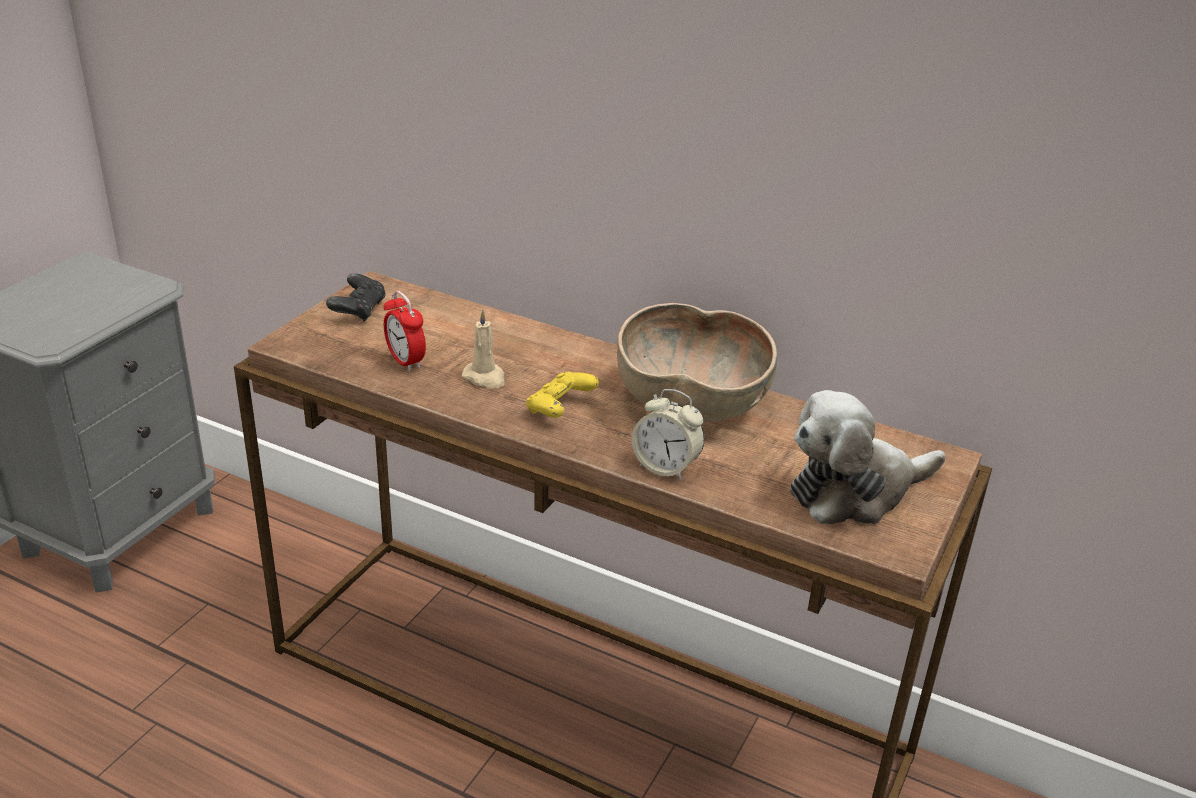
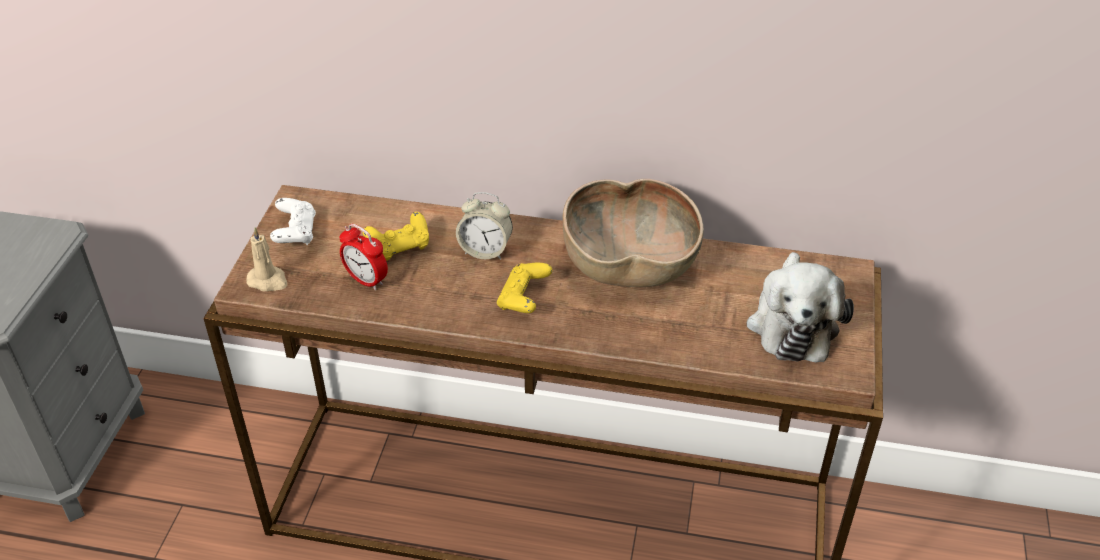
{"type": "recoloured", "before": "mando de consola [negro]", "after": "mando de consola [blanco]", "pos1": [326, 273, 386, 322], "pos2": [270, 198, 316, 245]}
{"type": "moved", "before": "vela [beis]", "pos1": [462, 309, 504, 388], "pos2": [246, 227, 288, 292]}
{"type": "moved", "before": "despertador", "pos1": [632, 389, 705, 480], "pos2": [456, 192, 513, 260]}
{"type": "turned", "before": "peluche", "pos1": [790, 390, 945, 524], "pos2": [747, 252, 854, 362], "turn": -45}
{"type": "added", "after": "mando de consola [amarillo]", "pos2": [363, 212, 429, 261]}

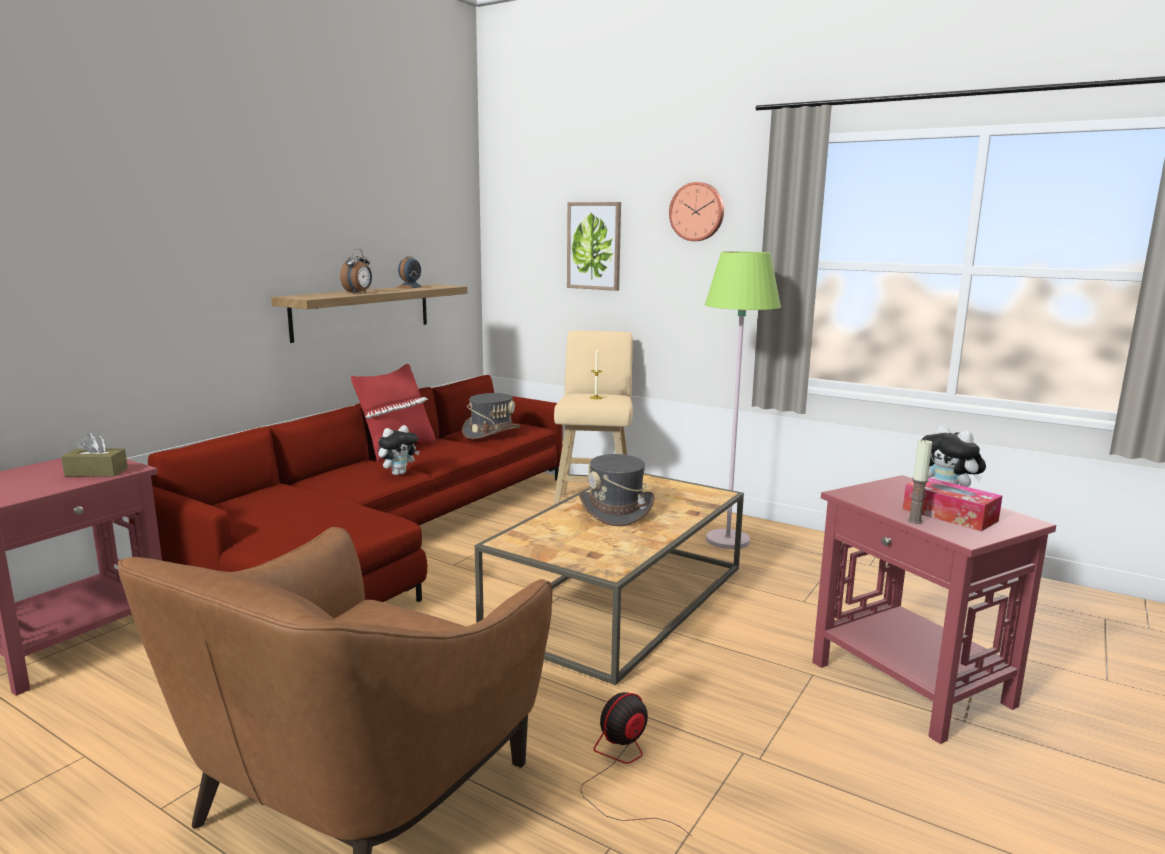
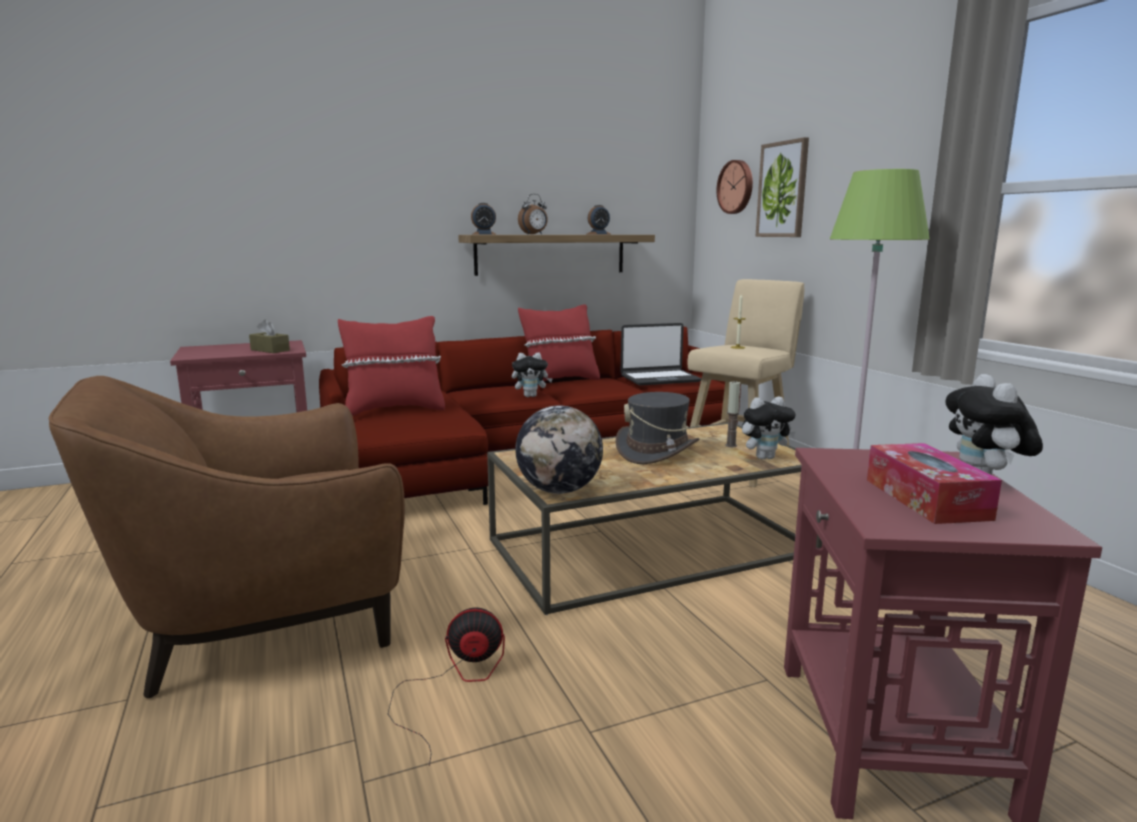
{"type": "replaced", "before": "sombrero [gris]", "after": "portátil", "pos1": [462, 393, 521, 439], "pos2": [621, 323, 702, 386]}
{"type": "moved", "before": "reloj de pared", "pos1": [669, 182, 724, 241], "pos2": [716, 160, 753, 214]}
{"type": "moved", "before": "vela", "pos1": [907, 439, 932, 524], "pos2": [726, 380, 740, 447]}
{"type": "added", "after": "cojín [rojo]", "pos2": [338, 316, 445, 416]}
{"type": "added", "after": "despertador", "pos2": [471, 203, 496, 235]}
{"type": "added", "after": "globo terráqueo", "pos2": [515, 405, 603, 494]}
{"type": "added", "after": "peluche", "pos2": [742, 397, 796, 459]}

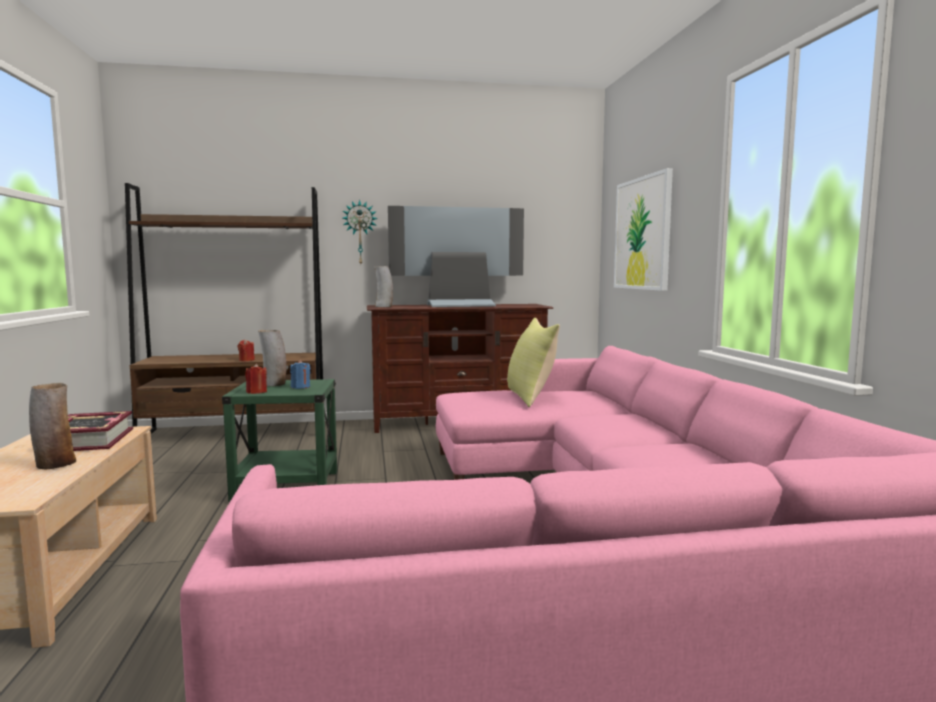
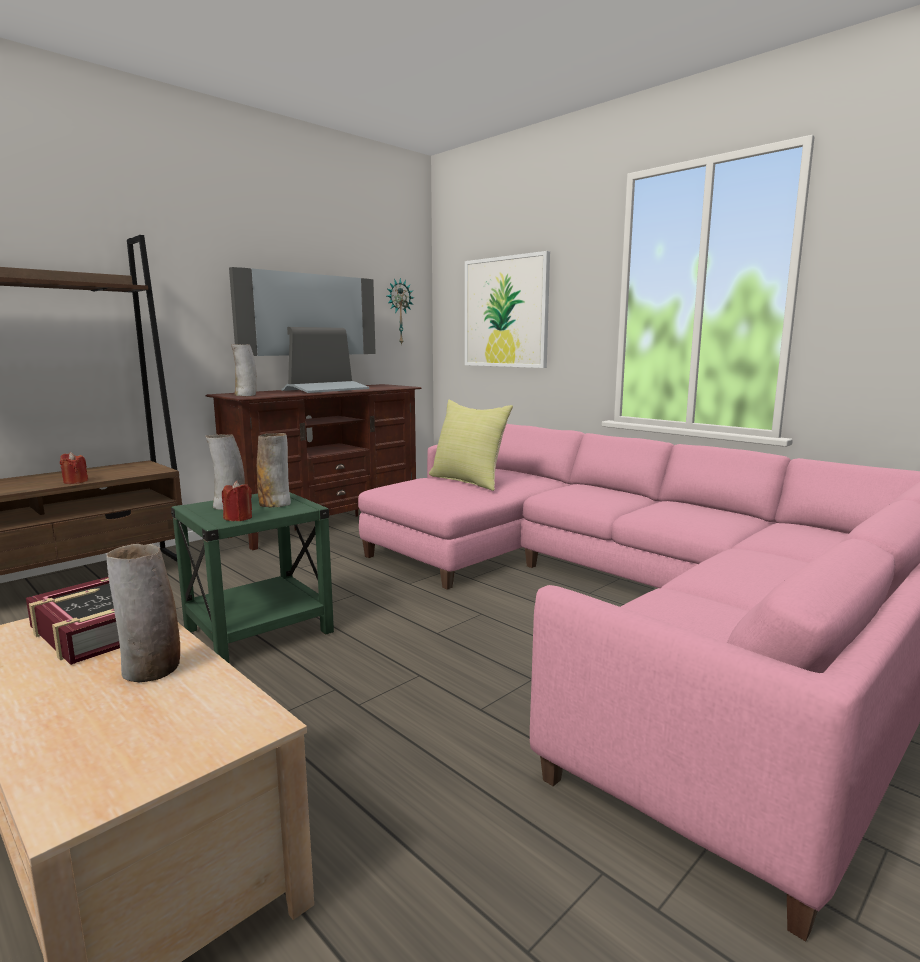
{"type": "replaced", "before": "vela [azul]", "after": "florero", "pos1": [290, 360, 311, 389], "pos2": [257, 433, 291, 507]}
{"type": "moved", "before": "reloj de pared", "pos1": [343, 200, 378, 264], "pos2": [387, 278, 414, 345]}

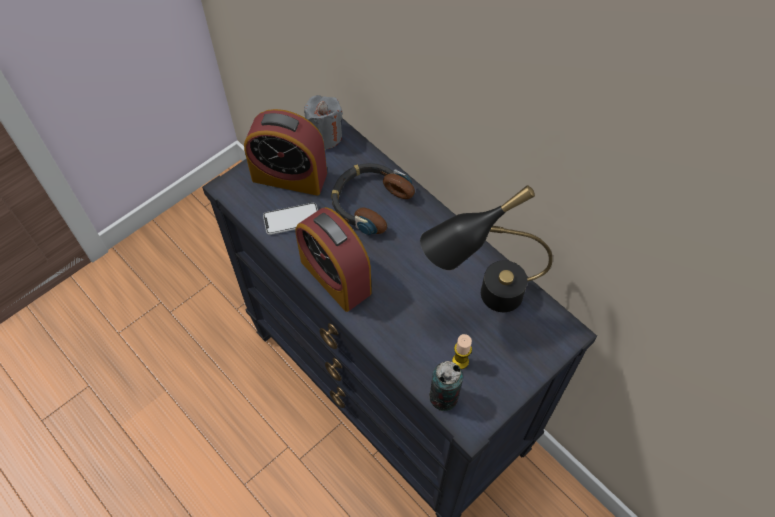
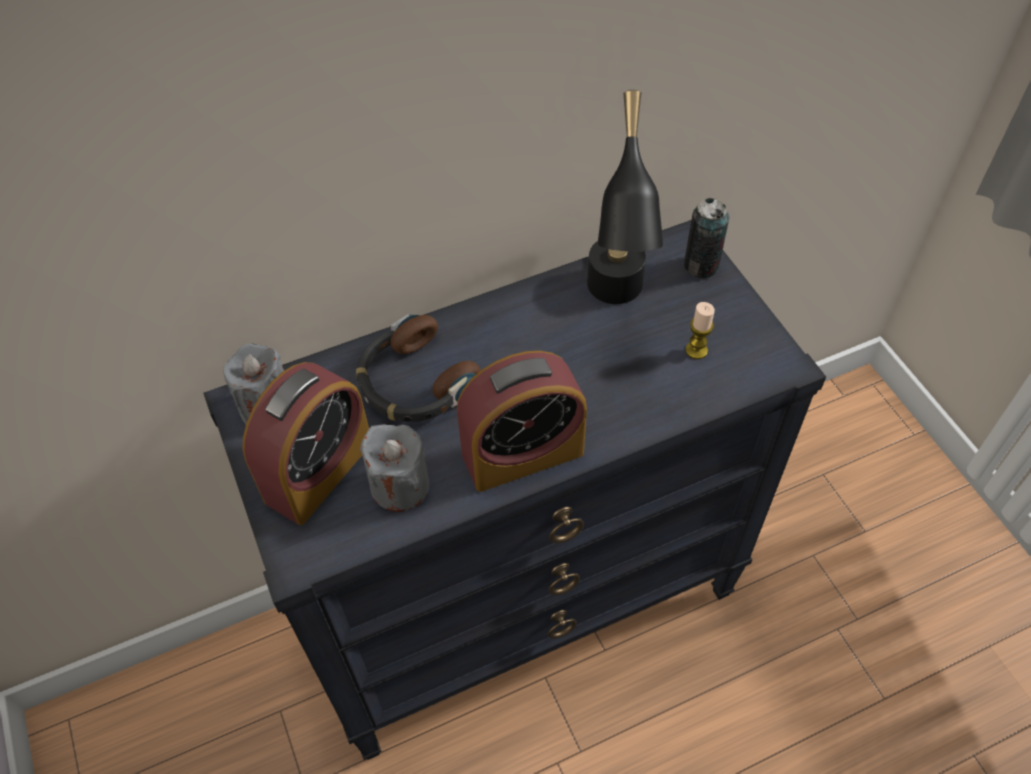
{"type": "replaced", "before": "móvil", "after": "vela [gris]", "pos1": [263, 203, 318, 235], "pos2": [360, 424, 429, 512]}
{"type": "moved", "before": "lata", "pos1": [429, 361, 463, 411], "pos2": [684, 198, 729, 278]}

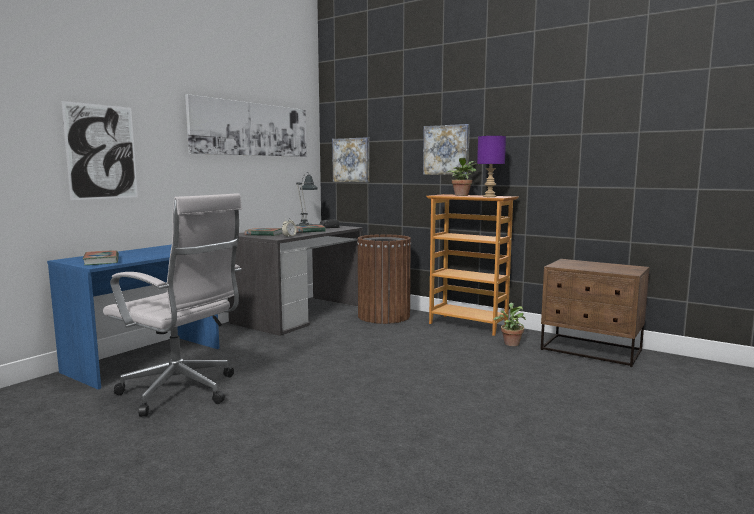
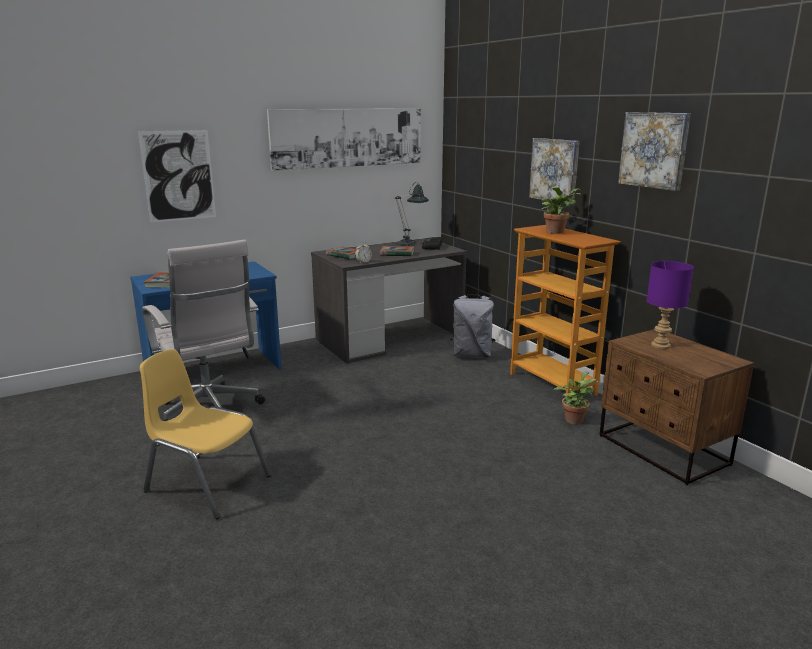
{"type": "moved", "before": "cuadro", "pos1": [332, 137, 369, 182], "pos2": [618, 112, 691, 191]}
{"type": "replaced", "before": "papelera [marrón]", "after": "mochila [gris]", "pos1": [357, 234, 411, 324], "pos2": [450, 294, 496, 358]}
{"type": "moved", "before": "lámpara de mesa [morado]", "pos1": [477, 136, 506, 197], "pos2": [646, 261, 694, 349]}
{"type": "added", "after": "silla [amarillo]", "pos2": [140, 349, 271, 519]}

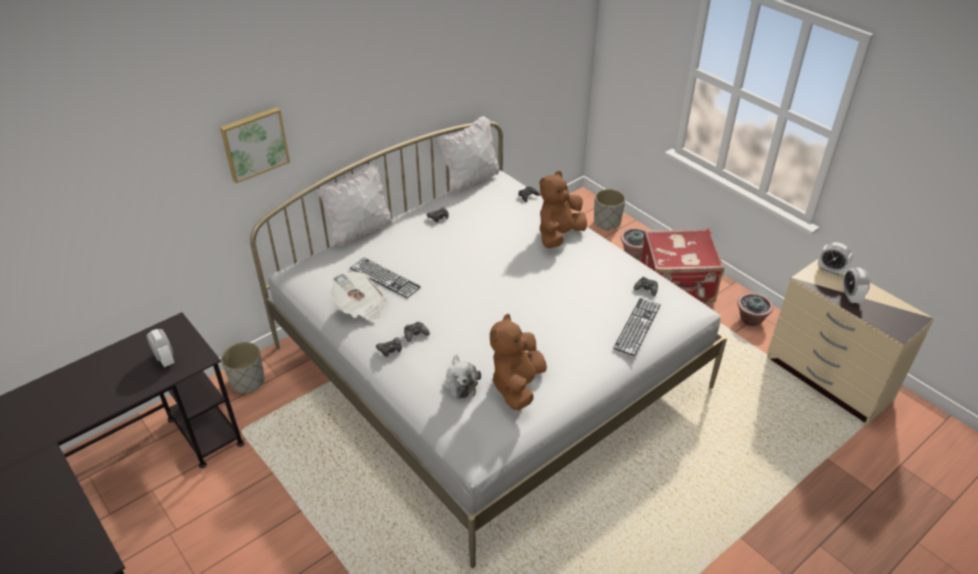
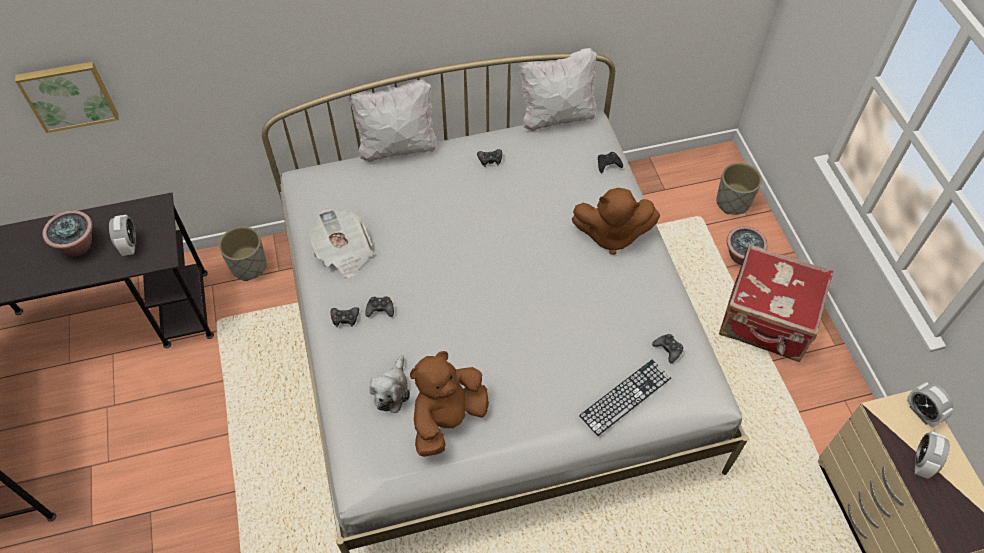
{"type": "moved", "before": "cuadro", "pos1": [220, 107, 290, 184], "pos2": [15, 62, 119, 133]}
{"type": "removed", "before": "teclado", "pos1": [350, 258, 421, 298]}
{"type": "turned", "before": "peluche [marrón]", "pos1": [540, 171, 587, 248], "pos2": [572, 188, 660, 255], "turn": -150}
{"type": "moved", "before": "planta en maceta", "pos1": [737, 293, 773, 326], "pos2": [42, 211, 93, 256]}

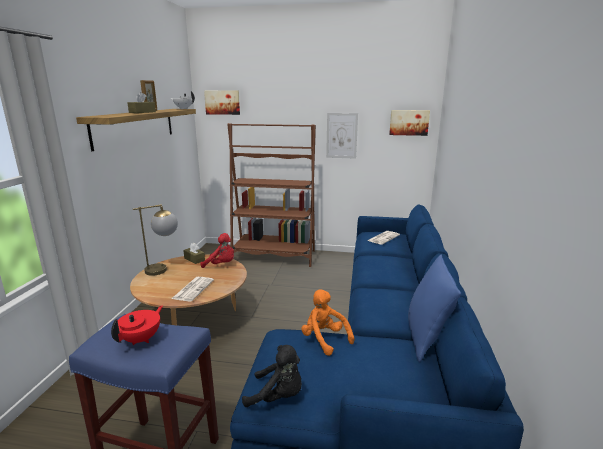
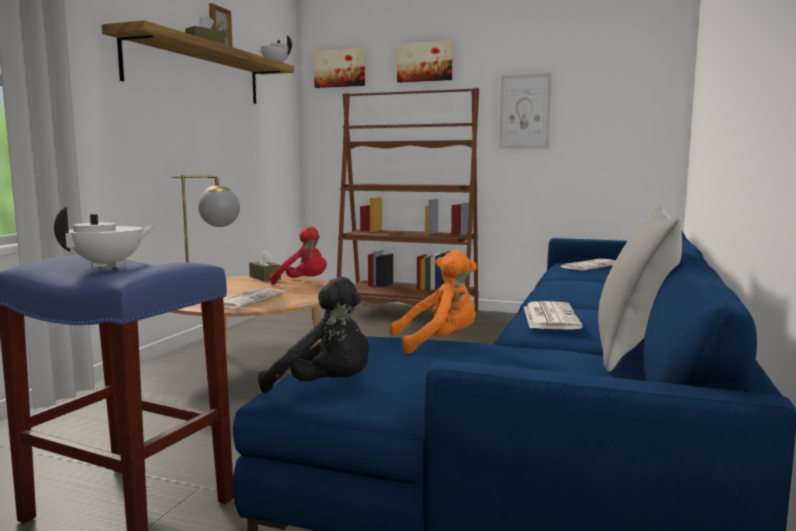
{"type": "recoloured", "before": "tetera [rojo]", "after": "tetera [blanco]", "pos1": [111, 305, 163, 345], "pos2": [54, 206, 155, 268]}
{"type": "turned", "before": "peluche [naranja]", "pos1": [301, 289, 354, 356], "pos2": [389, 250, 477, 354], "turn": 105}
{"type": "moved", "before": "cuadro", "pos1": [389, 110, 430, 136], "pos2": [397, 40, 453, 83]}
{"type": "recoloured", "before": "cojín [azul]", "after": "cojín [gris]", "pos1": [408, 254, 461, 362], "pos2": [598, 204, 682, 371]}
{"type": "added", "after": "periódico", "pos2": [524, 301, 583, 330]}

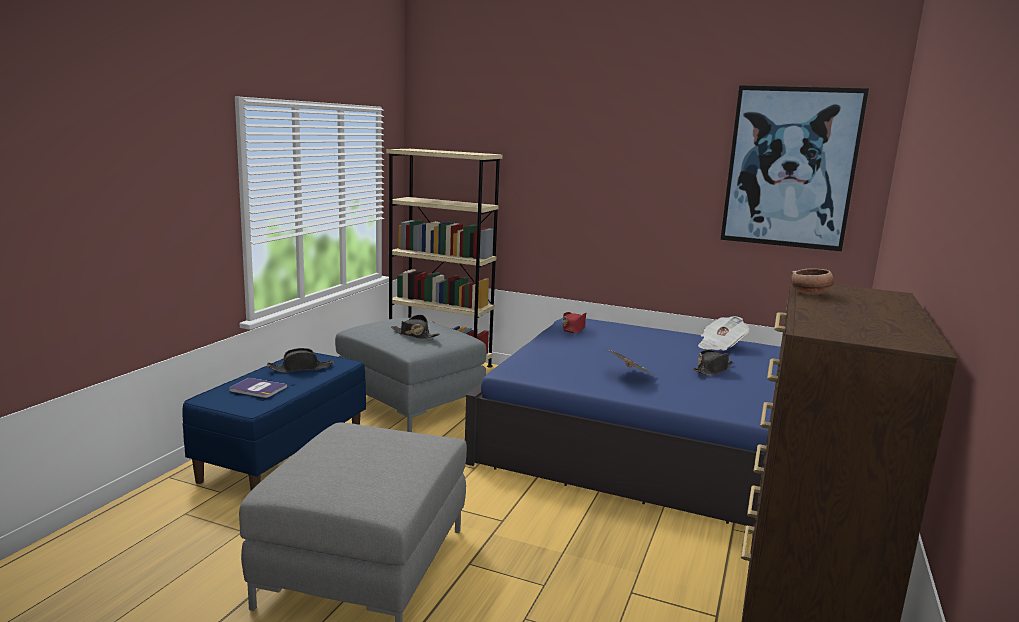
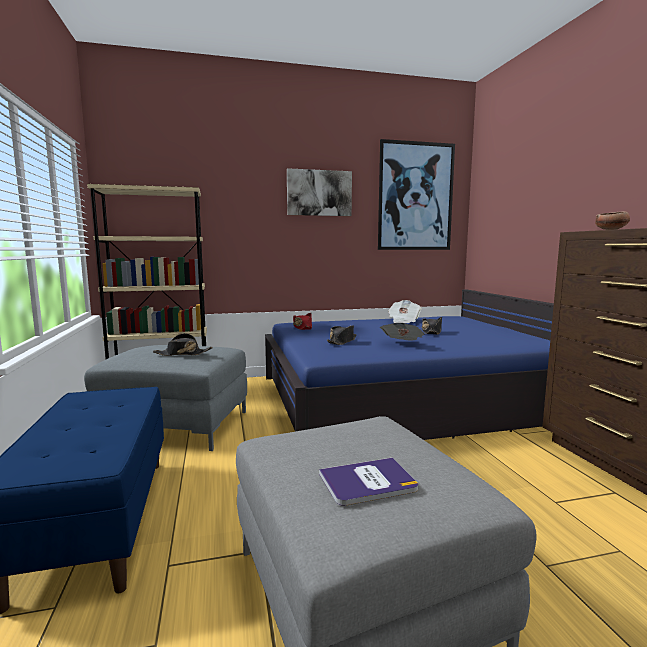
{"type": "moved", "before": "libro", "pos1": [229, 378, 287, 398], "pos2": [319, 458, 418, 506]}
{"type": "moved", "before": "sombrero [negro]", "pos1": [267, 348, 334, 372], "pos2": [327, 325, 356, 345]}
{"type": "added", "after": "cuadro", "pos2": [287, 168, 352, 216]}

